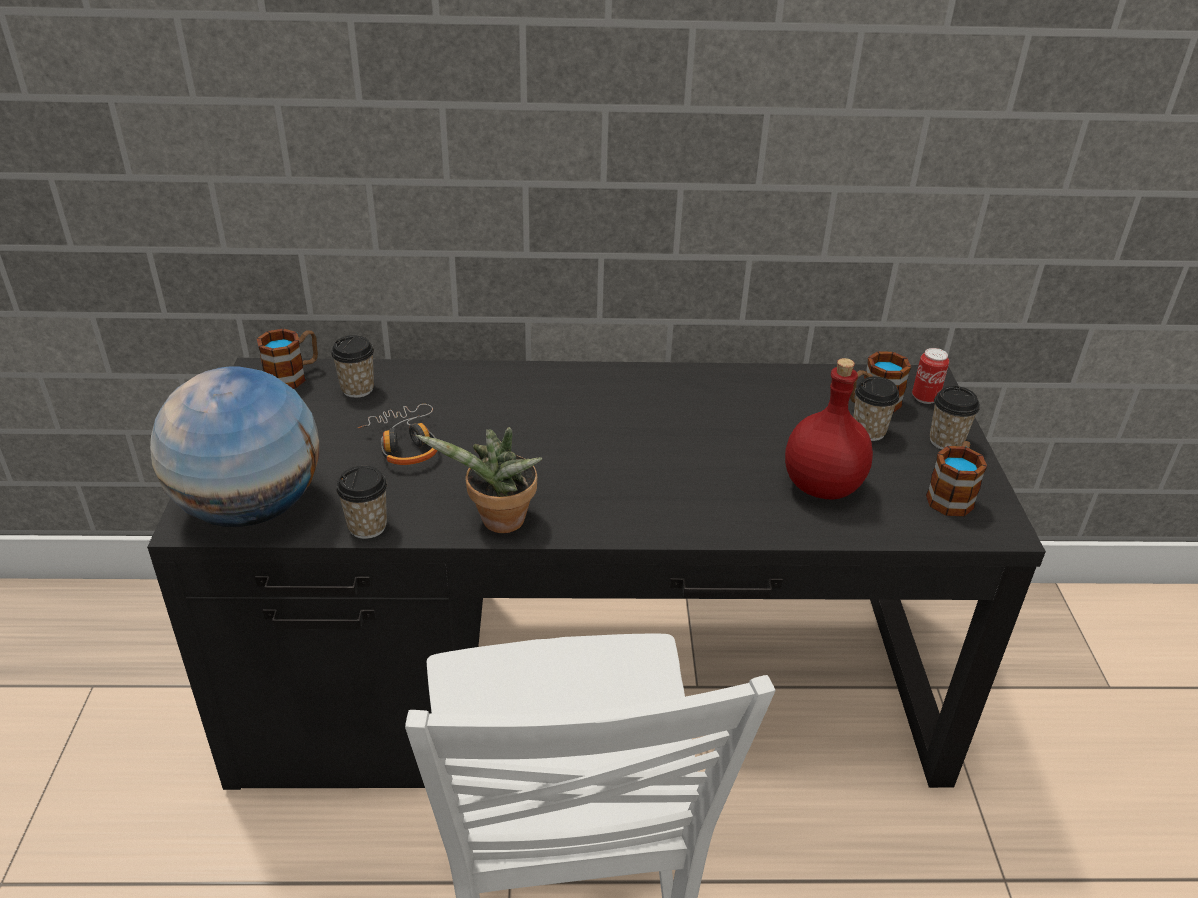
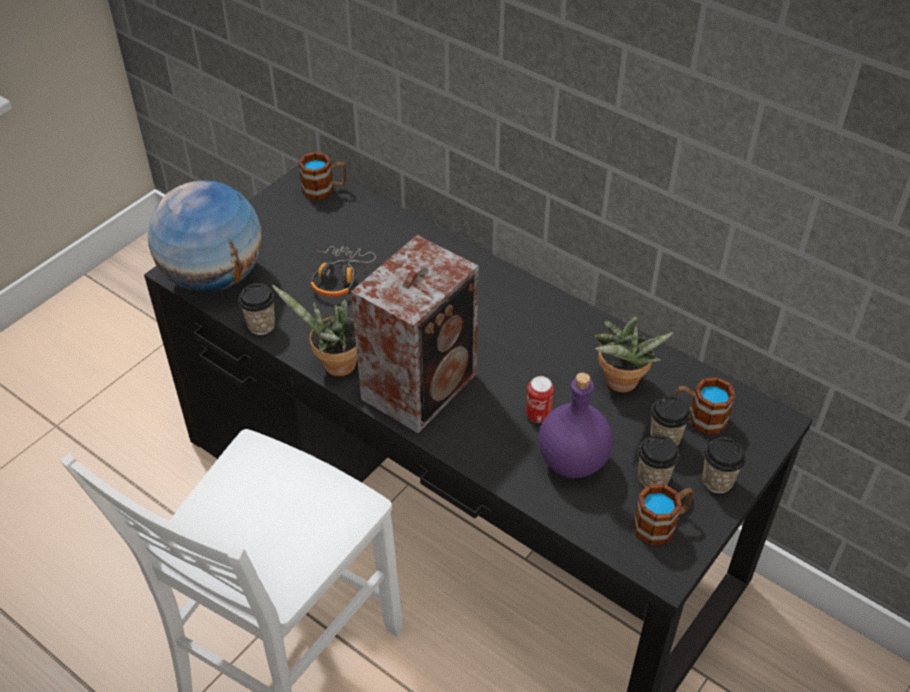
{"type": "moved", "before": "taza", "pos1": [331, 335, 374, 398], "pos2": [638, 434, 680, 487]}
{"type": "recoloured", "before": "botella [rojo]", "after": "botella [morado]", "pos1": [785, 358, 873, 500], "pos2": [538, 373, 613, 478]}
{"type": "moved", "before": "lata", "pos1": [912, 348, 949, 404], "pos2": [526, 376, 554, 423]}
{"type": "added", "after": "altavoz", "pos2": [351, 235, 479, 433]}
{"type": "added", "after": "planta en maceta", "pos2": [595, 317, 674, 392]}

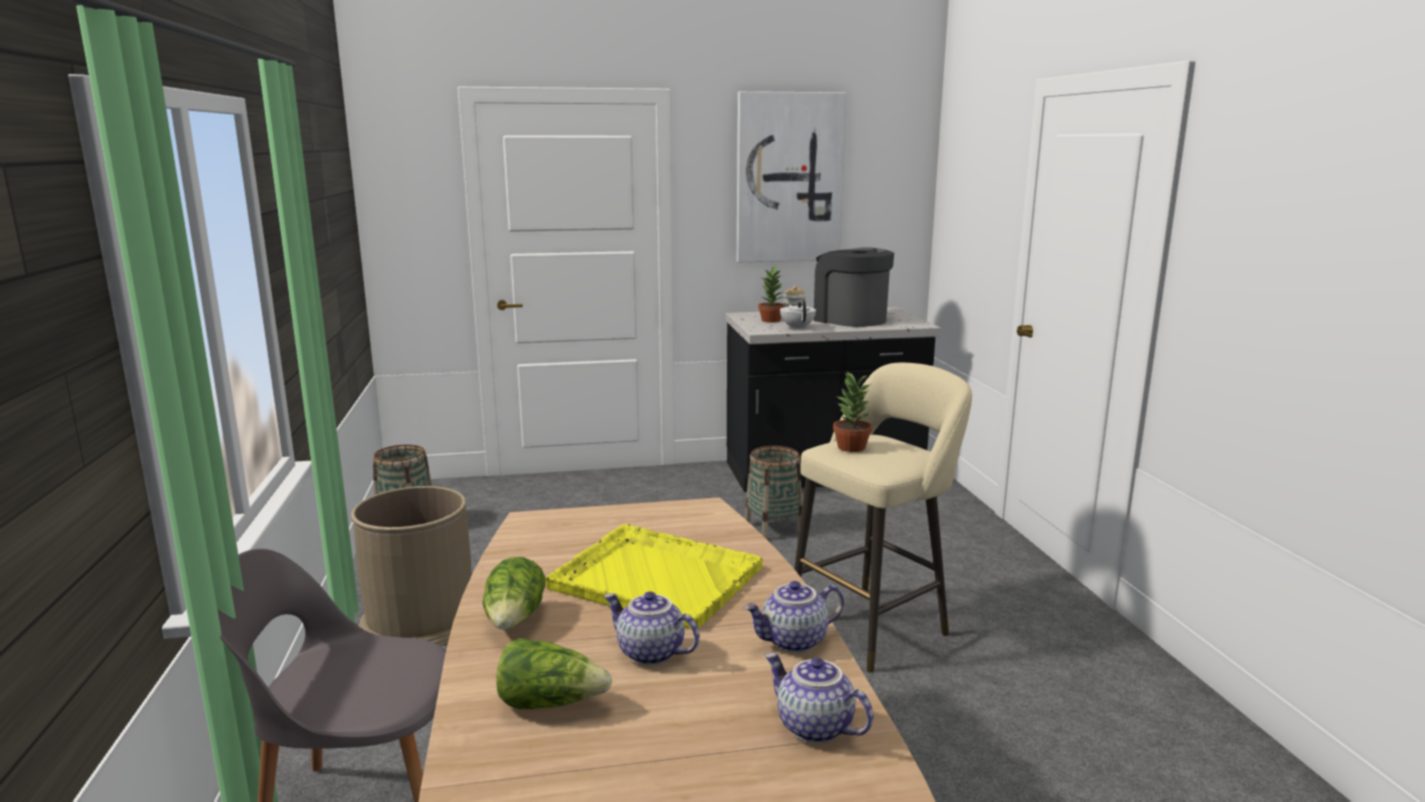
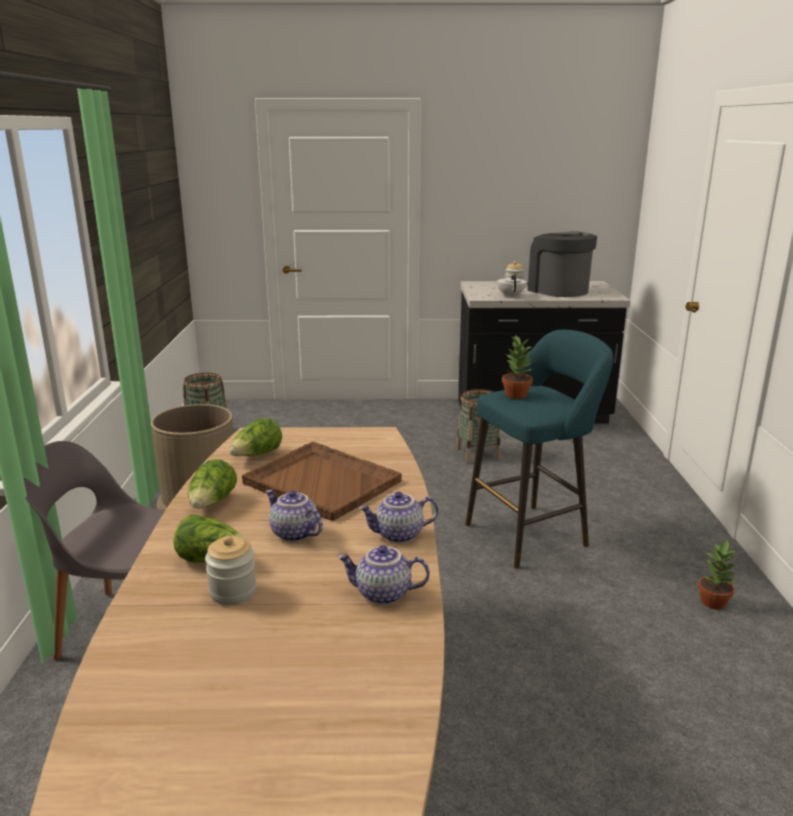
{"type": "recoloured", "before": "bandeja [amarillo]", "after": "bandeja [marrón]", "pos1": [546, 524, 763, 629], "pos2": [242, 442, 402, 521]}
{"type": "removed", "before": "cuadro", "pos1": [737, 91, 846, 262]}
{"type": "moved", "before": "planta en maceta", "pos1": [758, 266, 785, 323], "pos2": [698, 540, 737, 610]}
{"type": "turned", "before": "tetera", "pos1": [765, 653, 874, 743], "pos2": [337, 545, 430, 605], "turn": -45}
{"type": "recoloured", "before": "taburete [beis]", "after": "taburete [turquesa]", "pos1": [794, 363, 972, 672], "pos2": [465, 330, 614, 568]}
{"type": "added", "after": "tarro", "pos2": [205, 536, 257, 605]}
{"type": "added", "after": "lechuga", "pos2": [229, 418, 282, 456]}

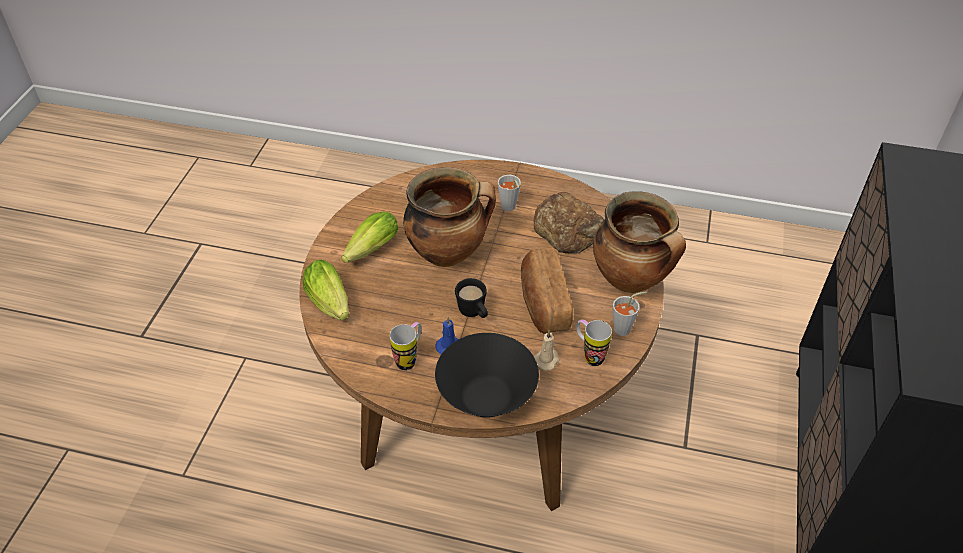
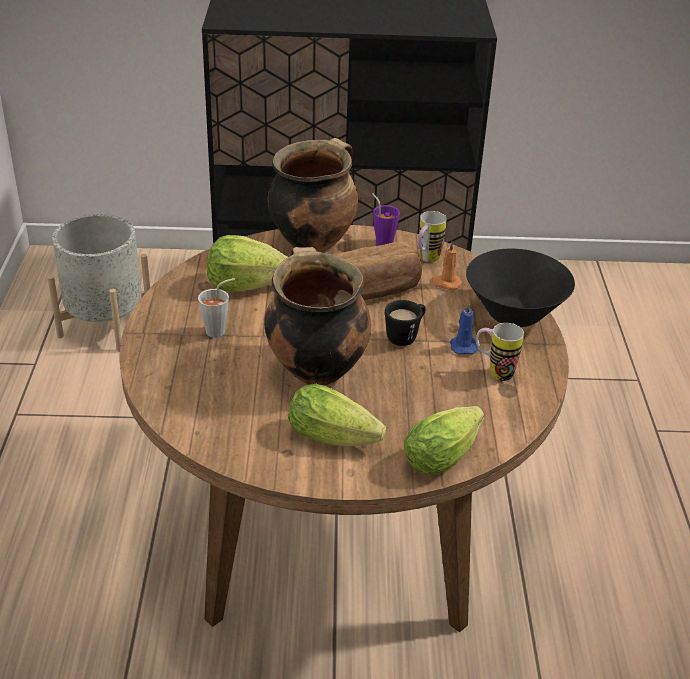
{"type": "replaced", "before": "pan", "after": "lechuga", "pos1": [534, 192, 604, 254], "pos2": [207, 235, 288, 292]}
{"type": "recoloured", "before": "vela [beis]", "after": "vela [naranja]", "pos1": [534, 330, 560, 371], "pos2": [431, 241, 462, 290]}
{"type": "recoloured", "before": "taza [gris]", "after": "taza [morado]", "pos1": [613, 291, 647, 336], "pos2": [372, 193, 400, 246]}
{"type": "added", "after": "maceta [gris]", "pos2": [47, 214, 150, 352]}

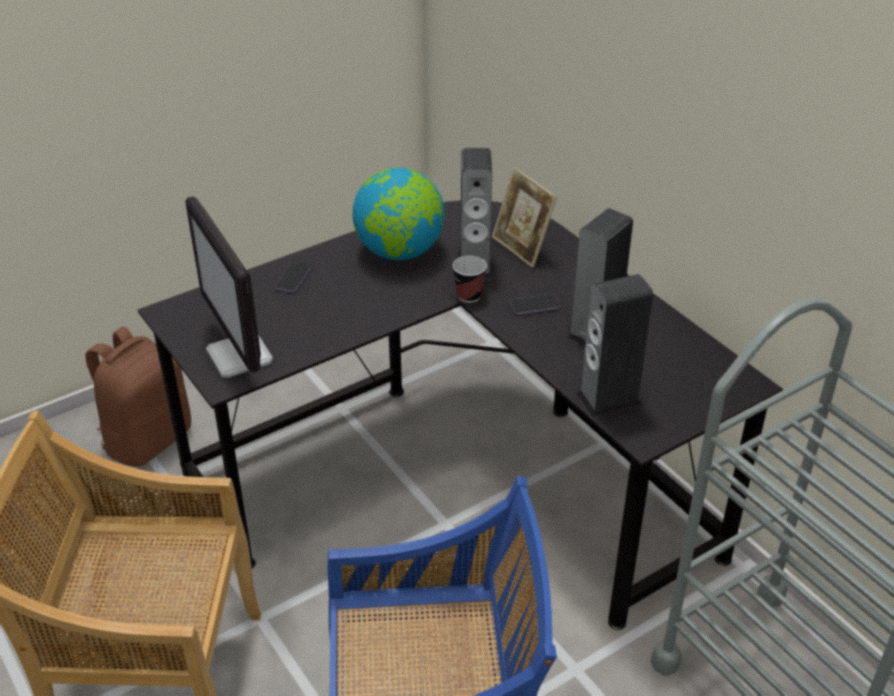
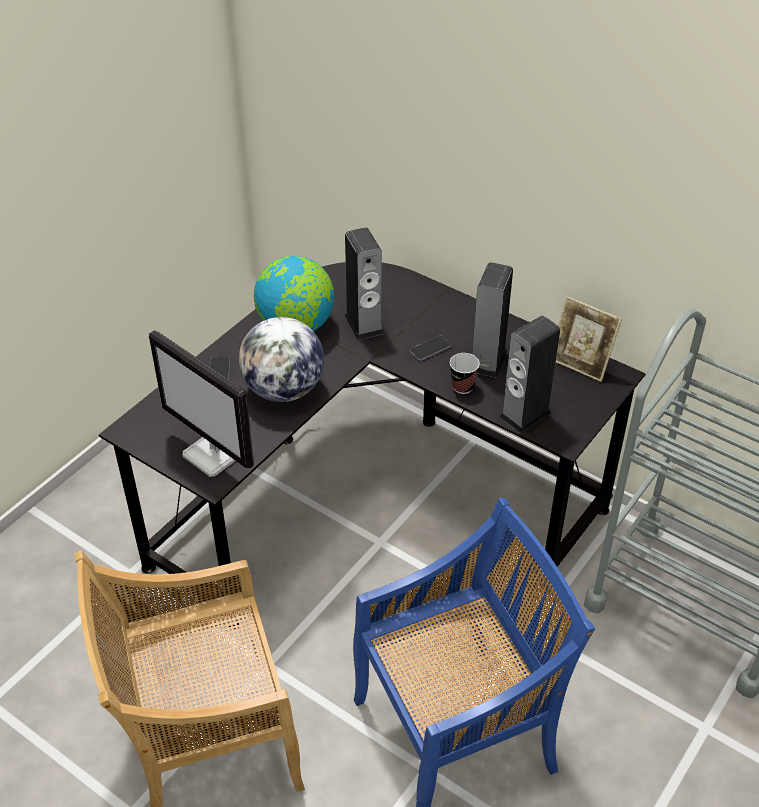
{"type": "removed", "before": "mochila [marrón]", "pos1": [86, 327, 191, 466]}
{"type": "moved", "before": "taza", "pos1": [453, 256, 487, 303], "pos2": [450, 353, 480, 394]}
{"type": "moved", "before": "portarretratos", "pos1": [492, 167, 557, 268], "pos2": [556, 296, 622, 382]}
{"type": "added", "after": "globo terráqueo", "pos2": [239, 317, 324, 402]}

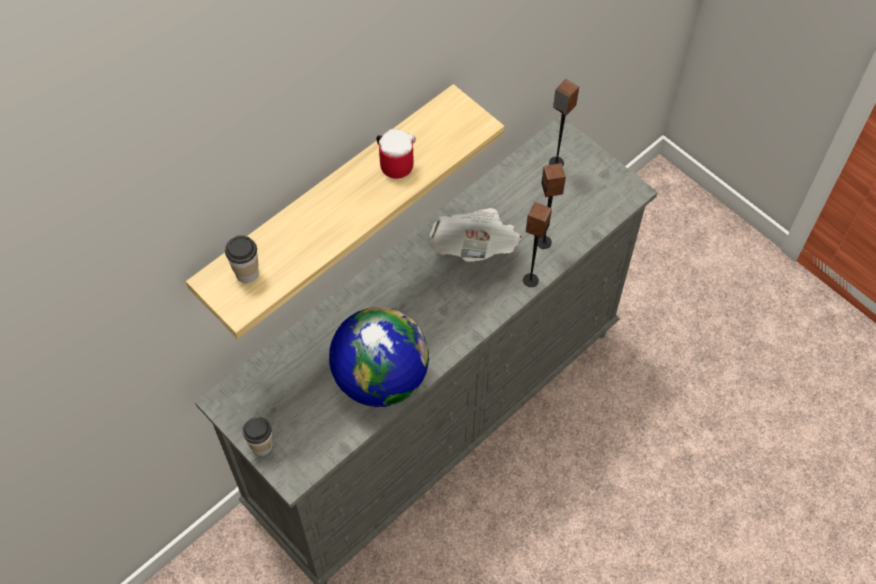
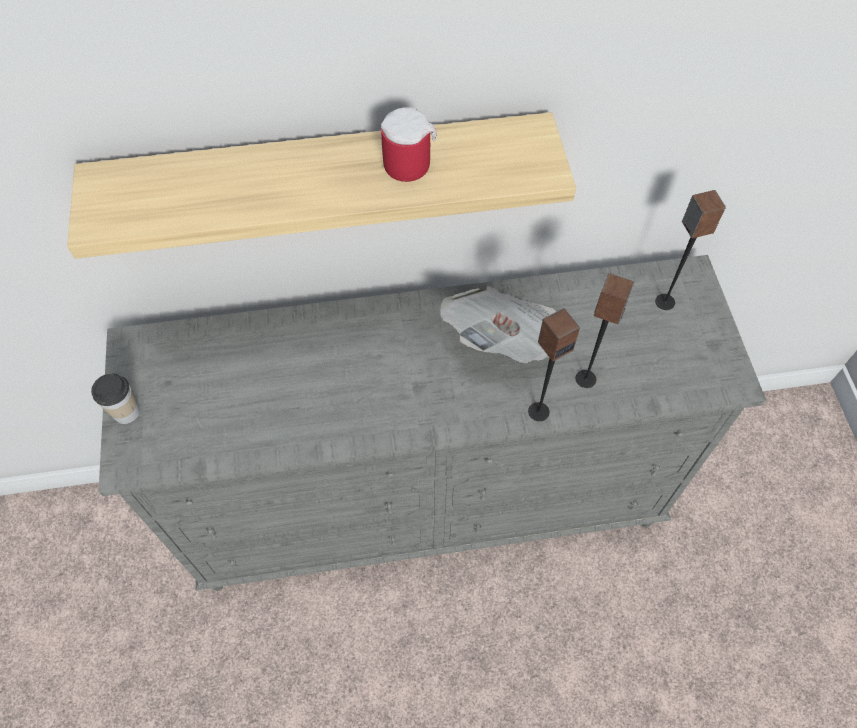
{"type": "removed", "before": "taza", "pos1": [225, 235, 259, 283]}
{"type": "removed", "before": "globo terráqueo", "pos1": [329, 307, 429, 407]}

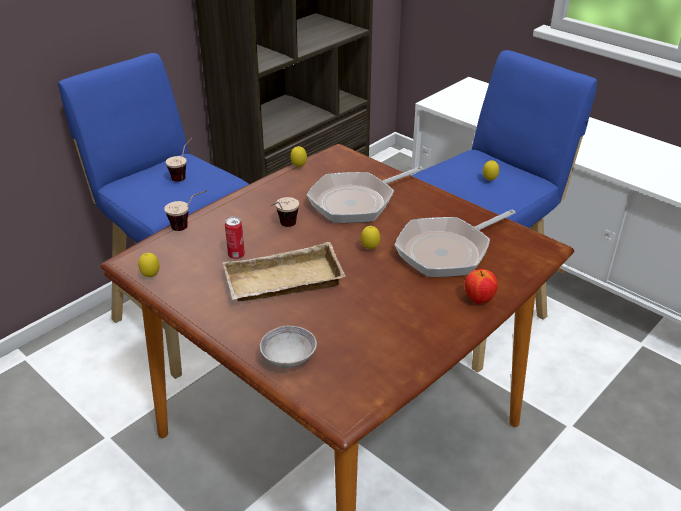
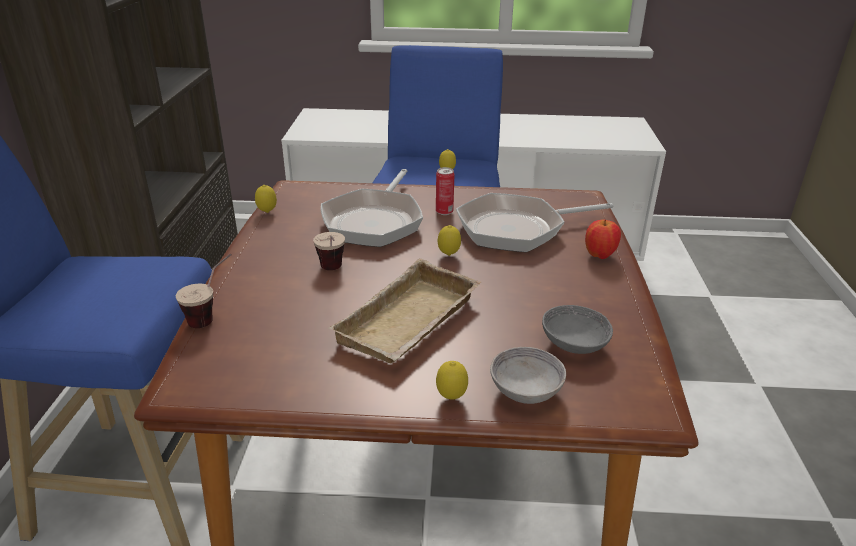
{"type": "moved", "before": "limón", "pos1": [138, 253, 160, 277], "pos2": [436, 361, 468, 400]}
{"type": "removed", "before": "taza", "pos1": [166, 138, 192, 182]}
{"type": "moved", "before": "lata", "pos1": [225, 216, 245, 259], "pos2": [436, 167, 455, 215]}
{"type": "turned", "before": "sartén", "pos1": [395, 210, 516, 277], "pos2": [456, 193, 614, 252], "turn": 60}
{"type": "added", "after": "cuenco [gris]", "pos2": [542, 305, 613, 354]}

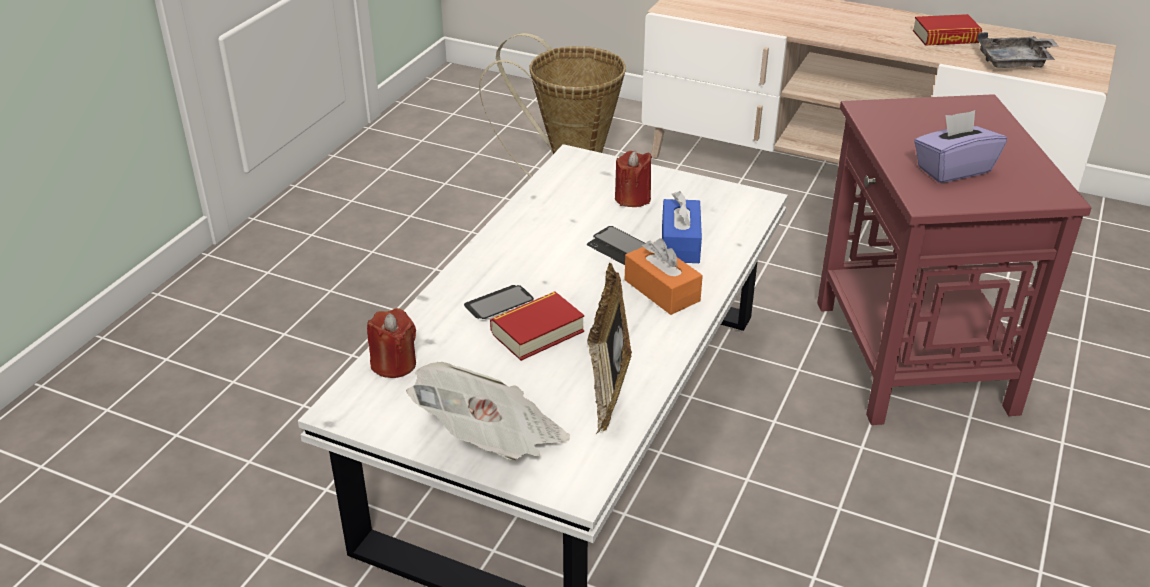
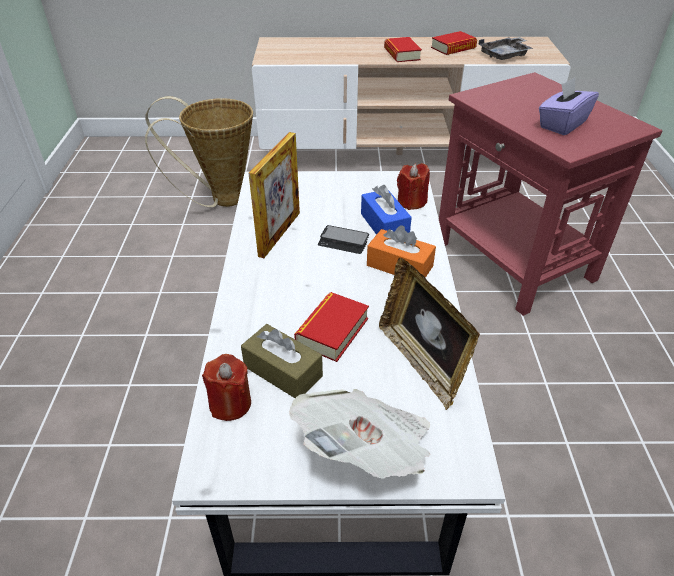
{"type": "removed", "before": "móvil", "pos1": [464, 285, 534, 319]}
{"type": "moved", "before": "vela [rojo]", "pos1": [615, 151, 652, 207], "pos2": [397, 163, 430, 210]}
{"type": "added", "after": "caja de pañuelos [marrón]", "pos2": [241, 324, 323, 398]}
{"type": "added", "after": "portarretratos", "pos2": [249, 132, 300, 258]}
{"type": "added", "after": "libro", "pos2": [384, 37, 422, 62]}

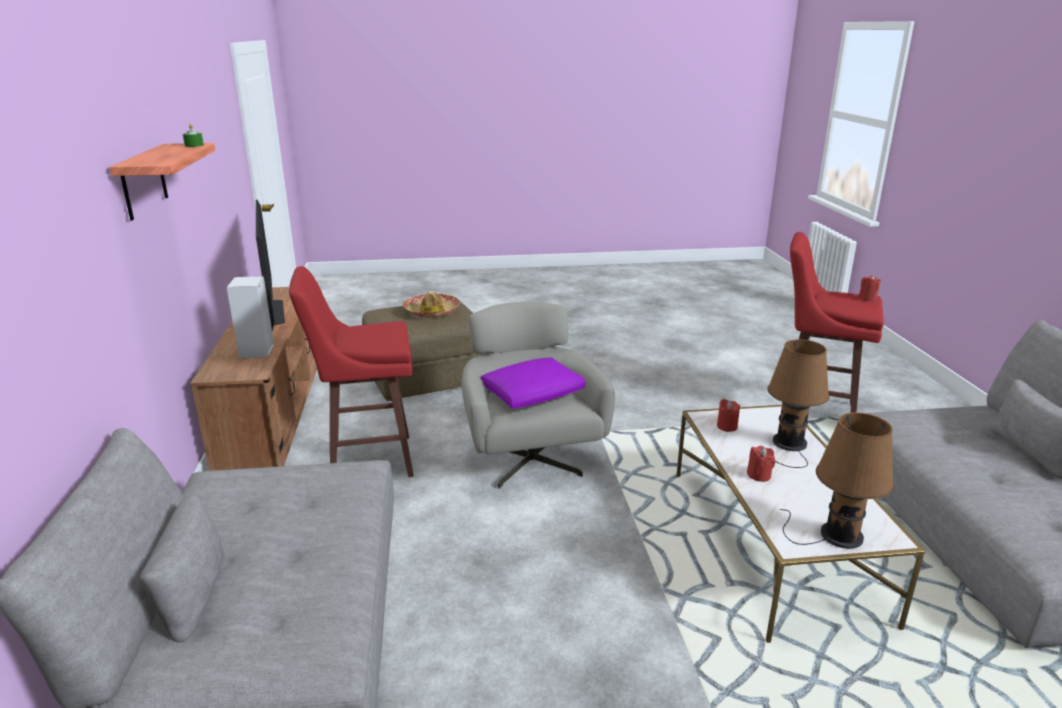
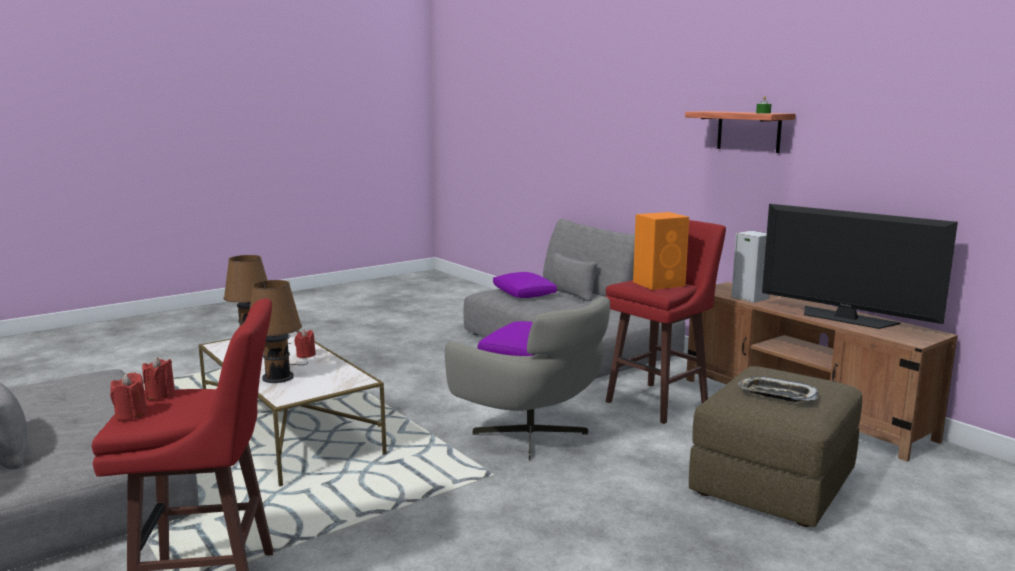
{"type": "replaced", "before": "sombrero", "after": "bandeja", "pos1": [403, 291, 460, 318], "pos2": [738, 376, 818, 402]}
{"type": "moved", "before": "vela [rojo]", "pos1": [717, 399, 740, 432], "pos2": [142, 357, 175, 400]}
{"type": "added", "after": "cojín [morado]", "pos2": [493, 272, 557, 298]}
{"type": "added", "after": "altavoz [naranja]", "pos2": [633, 212, 689, 290]}

